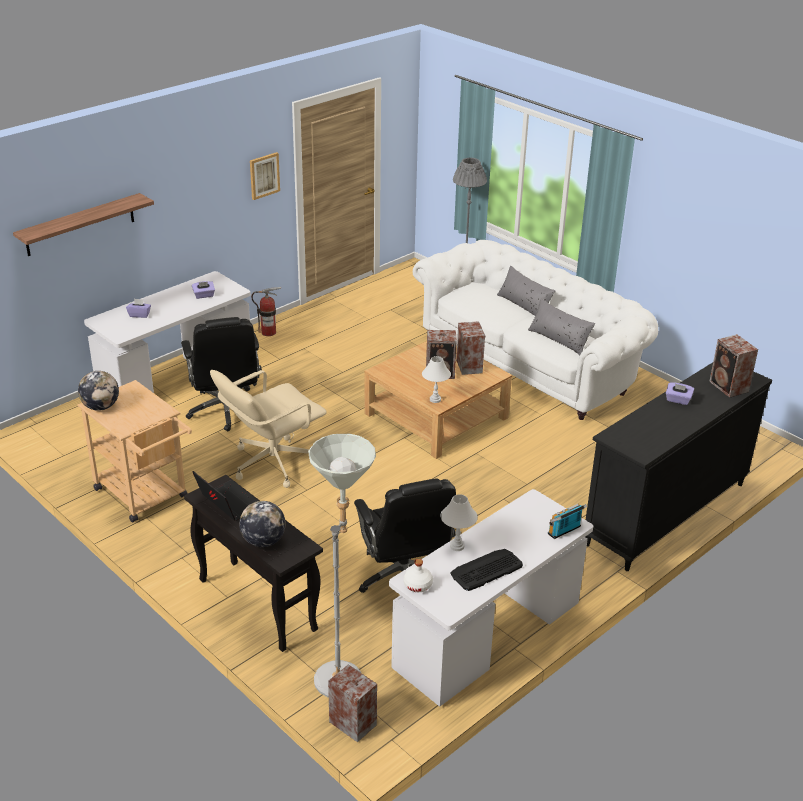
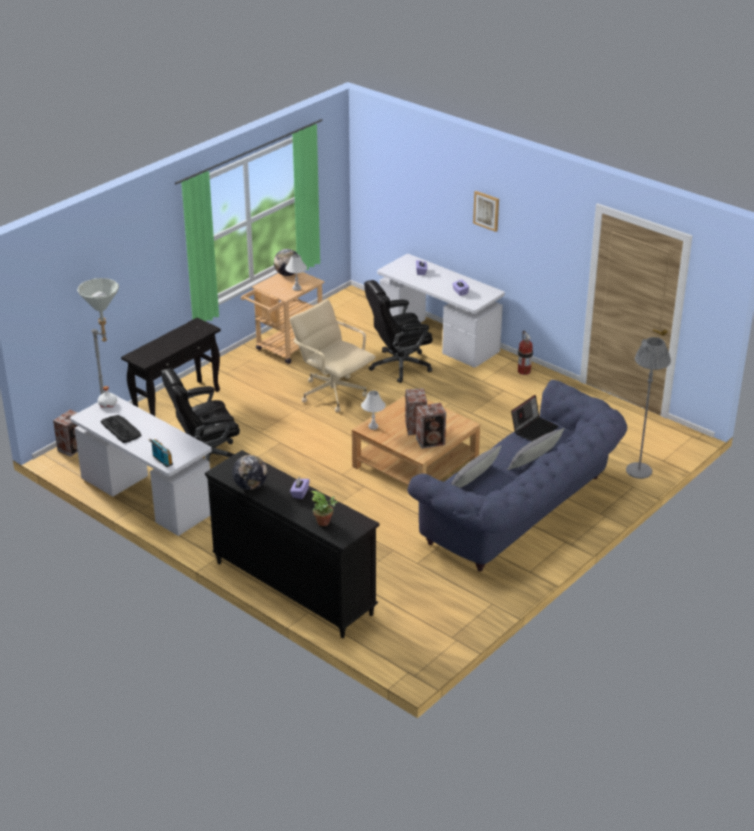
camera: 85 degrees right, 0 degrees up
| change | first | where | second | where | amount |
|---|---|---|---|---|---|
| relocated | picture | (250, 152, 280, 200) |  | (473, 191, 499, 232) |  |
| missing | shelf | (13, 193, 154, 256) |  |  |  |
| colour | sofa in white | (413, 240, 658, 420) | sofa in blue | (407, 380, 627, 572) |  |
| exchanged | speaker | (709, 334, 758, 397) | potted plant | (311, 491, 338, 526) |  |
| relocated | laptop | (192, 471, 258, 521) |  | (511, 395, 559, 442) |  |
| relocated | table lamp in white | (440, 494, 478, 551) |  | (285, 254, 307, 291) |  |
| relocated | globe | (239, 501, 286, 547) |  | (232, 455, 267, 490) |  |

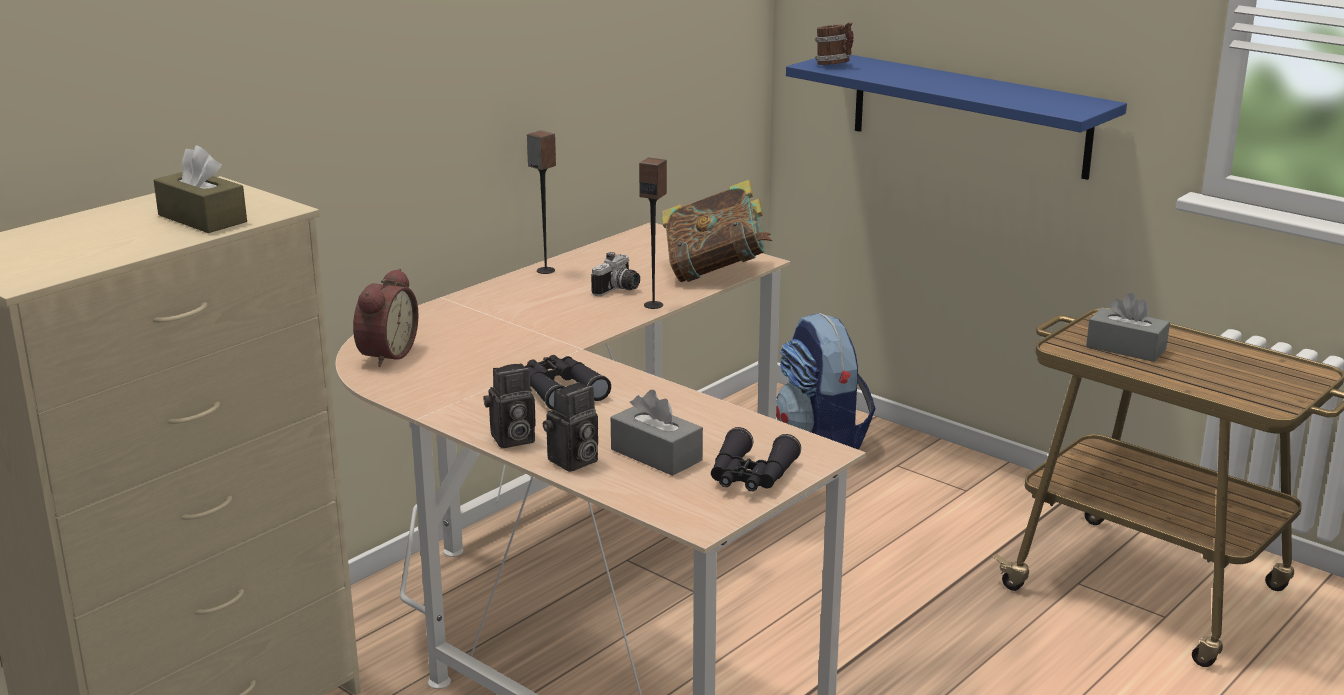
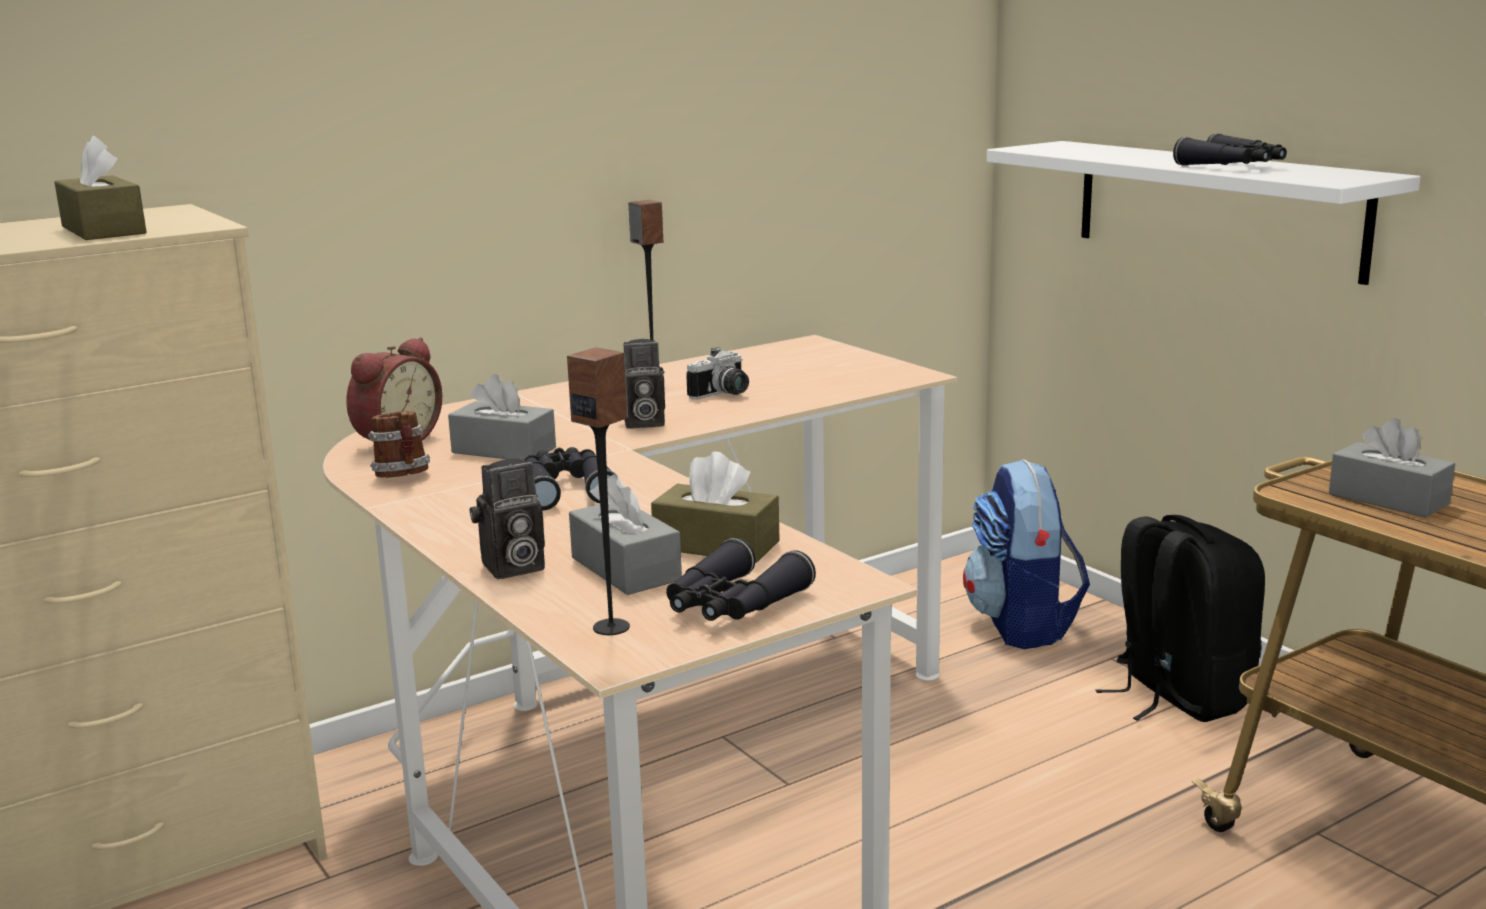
camera: 15 degrees right, 5 degrees down
| change | first | where | second | where | amount |
|---|---|---|---|---|---|
| relocated | mug | (815, 22, 854, 65) |  | (368, 411, 430, 478) |  |
| colour | shelf in blue | (786, 55, 1127, 180) | shelf in white | (987, 141, 1421, 285) |  |
| relocated | speaker | (639, 158, 667, 309) |  | (567, 347, 630, 635) |  |
| missing | book | (661, 179, 772, 282) |  |  |  |
| relocated | photo camera | (483, 363, 536, 448) |  | (623, 339, 665, 429) |  |
| appeared |  |  | binoculars in black | (1173, 133, 1287, 166) |  |
| appeared |  |  | tissue box in grey | (448, 374, 556, 460) |  |
| appeared |  |  | tissue box in brown | (651, 451, 780, 563) |  |
| appeared |  |  | backpack in black | (1096, 515, 1265, 722) |  |

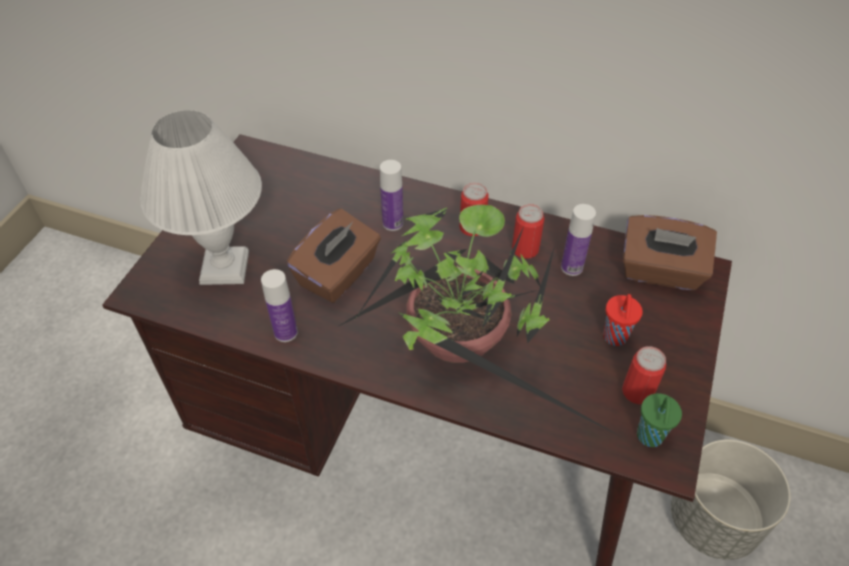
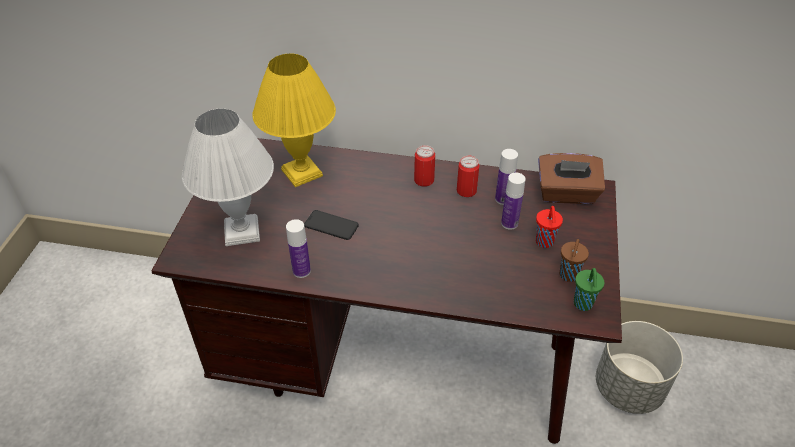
camera: 10 degrees left, 5 degrees down
| change | first | where | second | where | amount |
|---|---|---|---|---|---|
| relocated | bottle | (380, 160, 403, 231) |  | (501, 173, 526, 230) |  |
| missing | potted plant | (337, 205, 625, 439) |  |  |  |
| exchanged | tissue box in brown | (286, 208, 381, 303) | phone | (304, 210, 359, 240) |  |
| exchanged | can | (622, 346, 666, 404) | cup in brown | (560, 239, 589, 282) |  |
| appeared |  |  | table lamp in yellow | (252, 54, 336, 187) |  |

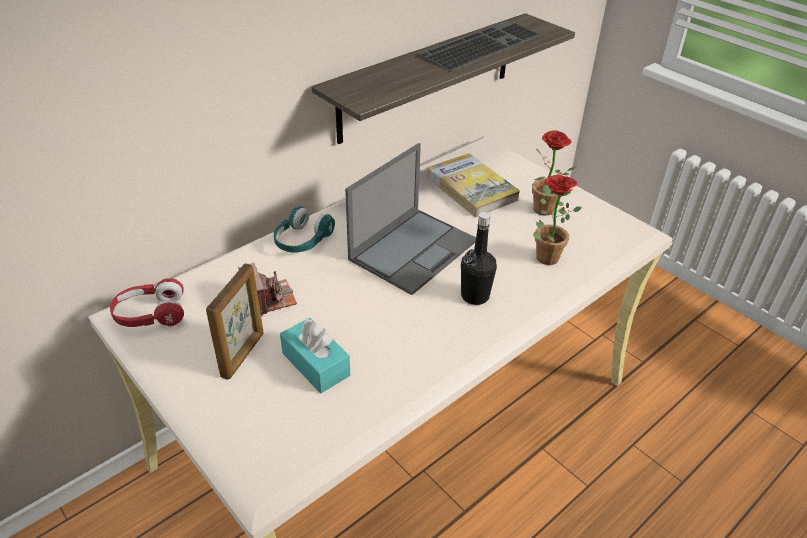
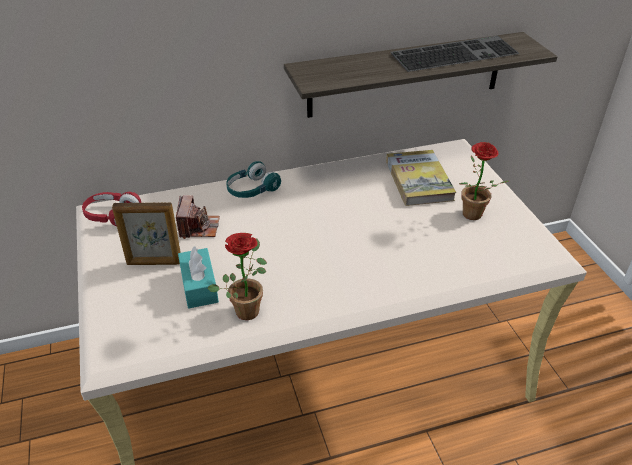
camera: 25 degrees right, 0 degrees up
| change | first | where | second | where | amount |
|---|---|---|---|---|---|
| missing | laptop | (345, 143, 476, 295) |  |  |  |
| relocated | potted plant | (533, 175, 581, 265) |  | (207, 233, 267, 320) |  |
| missing | bottle in black | (461, 212, 497, 305) |  |  |  |
| spun | picture frame | (206, 263, 264, 380) |  | (112, 202, 181, 265) | 45 degrees clockwise |

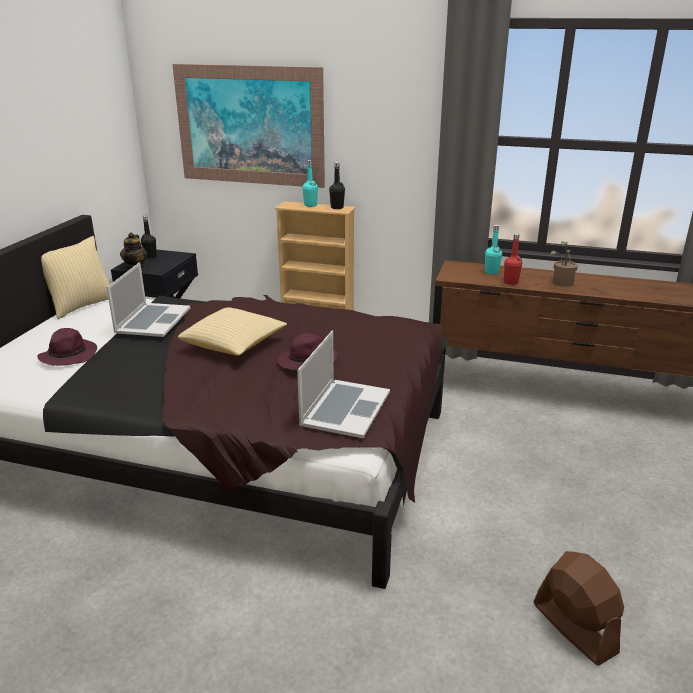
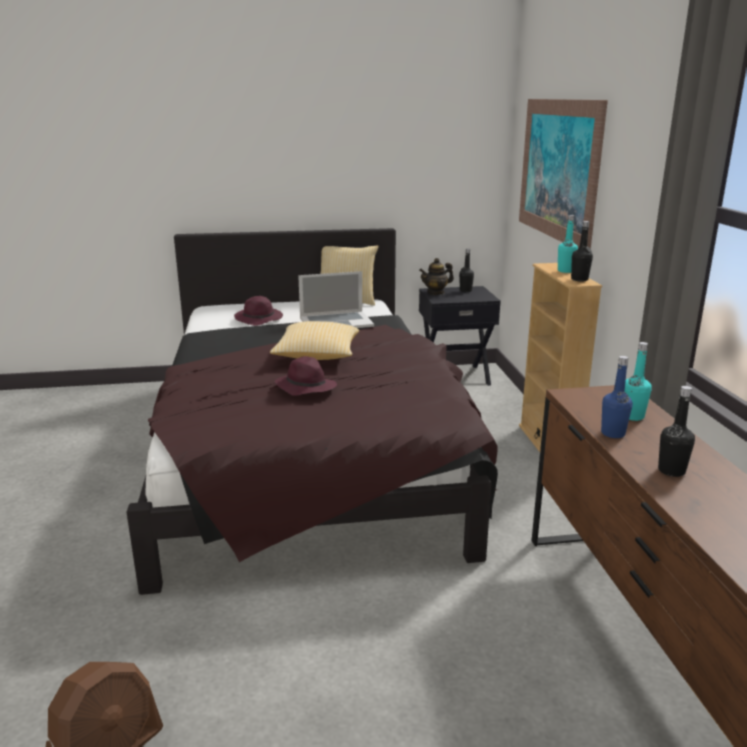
camera: 65 degrees right, 5 degrees down
| change | first | where | second | where | amount |
|---|---|---|---|---|---|
| colour | bottle in red | (503, 233, 522, 285) | bottle in blue | (601, 356, 633, 438) |  |
| exchanged | potted plant | (550, 241, 578, 287) | bottle in black | (658, 386, 695, 477) |  |
| missing | laptop | (297, 330, 390, 438) |  |  |  |

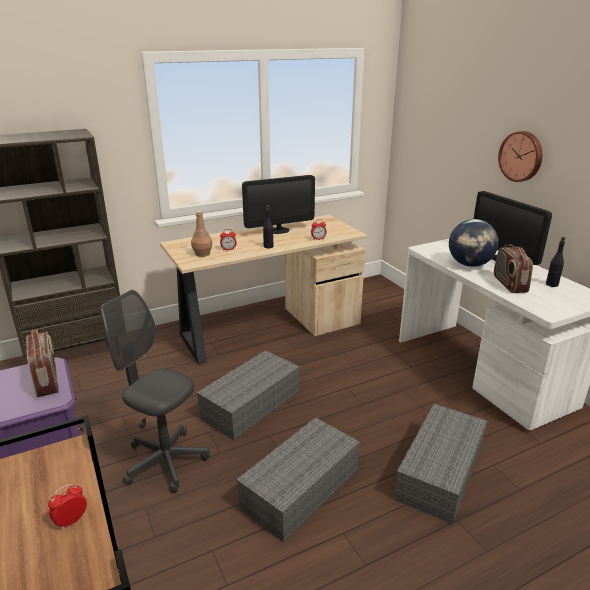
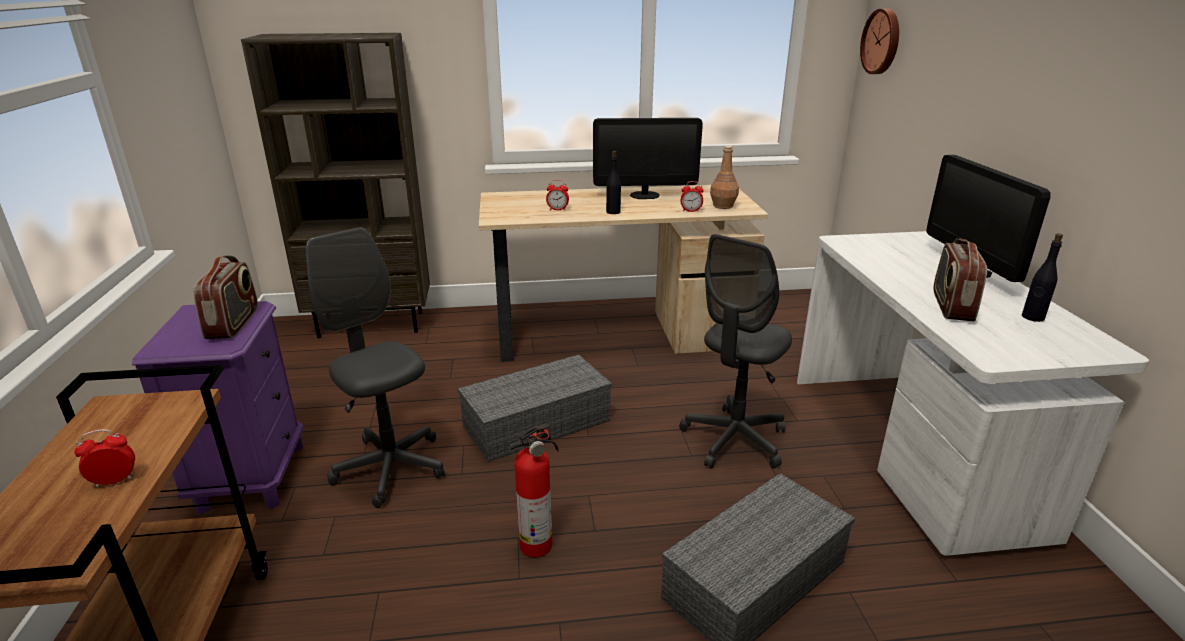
camera: 20 degrees right, 0 degrees up
| change | first | where | second | where | amount |
|---|---|---|---|---|---|
| relocated | wall clock | (498, 131, 542, 182) |  | (860, 9, 899, 74) |  |
| relocated | bottle in brown | (191, 210, 213, 257) |  | (710, 145, 739, 209) |  |
| missing | globe | (449, 219, 499, 267) |  |  |  |
| exchanged | storage box in grey | (236, 417, 360, 543) | fire extinguisher | (509, 423, 558, 557) |  |
| appeared |  |  | office chair in grey | (679, 234, 792, 469) |  |

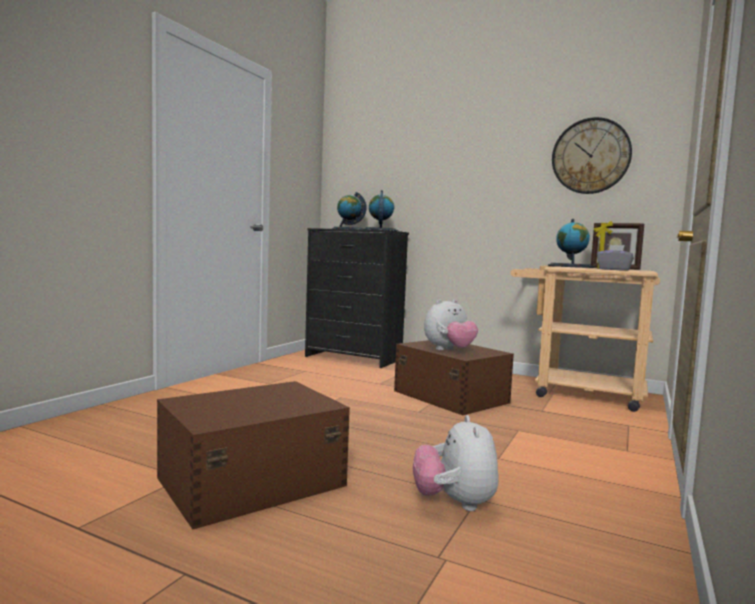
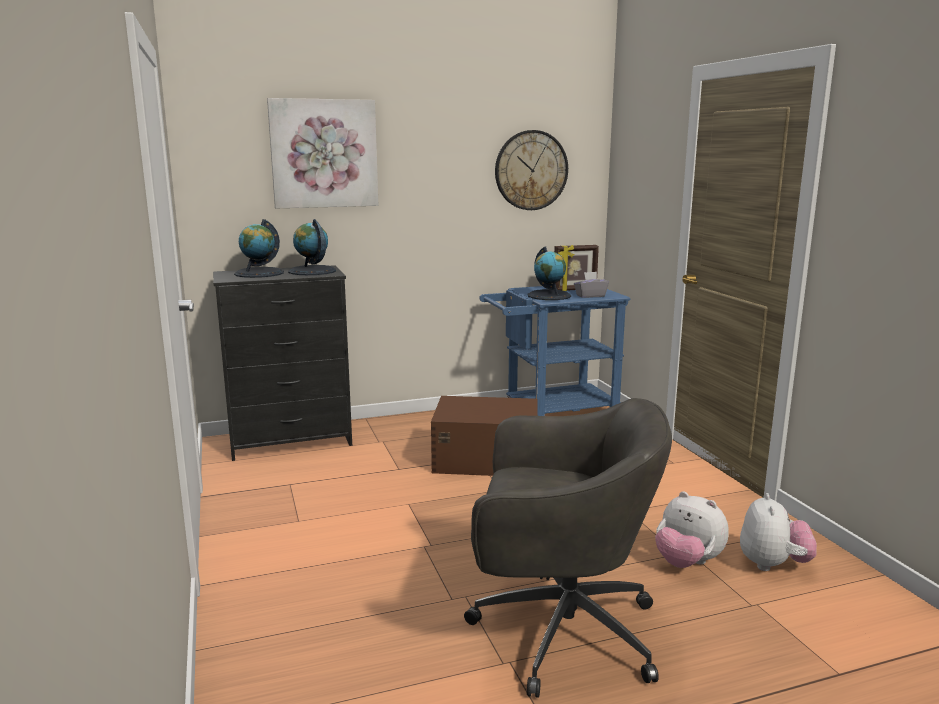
camera: 45 degrees left, 10 degrees up
| change | first | where | second | where | amount |
|---|---|---|---|---|---|
| colour | cart in beige | (510, 265, 660, 412) | cart in blue | (479, 286, 630, 416) |  |
| relocated | plush toy | (424, 299, 478, 350) |  | (740, 493, 817, 571) |  |
| exchanged | storage box in brown | (157, 381, 350, 530) | office chair in grey | (464, 398, 672, 698) |  |
| appeared |  |  | picture | (267, 98, 378, 208) |  |

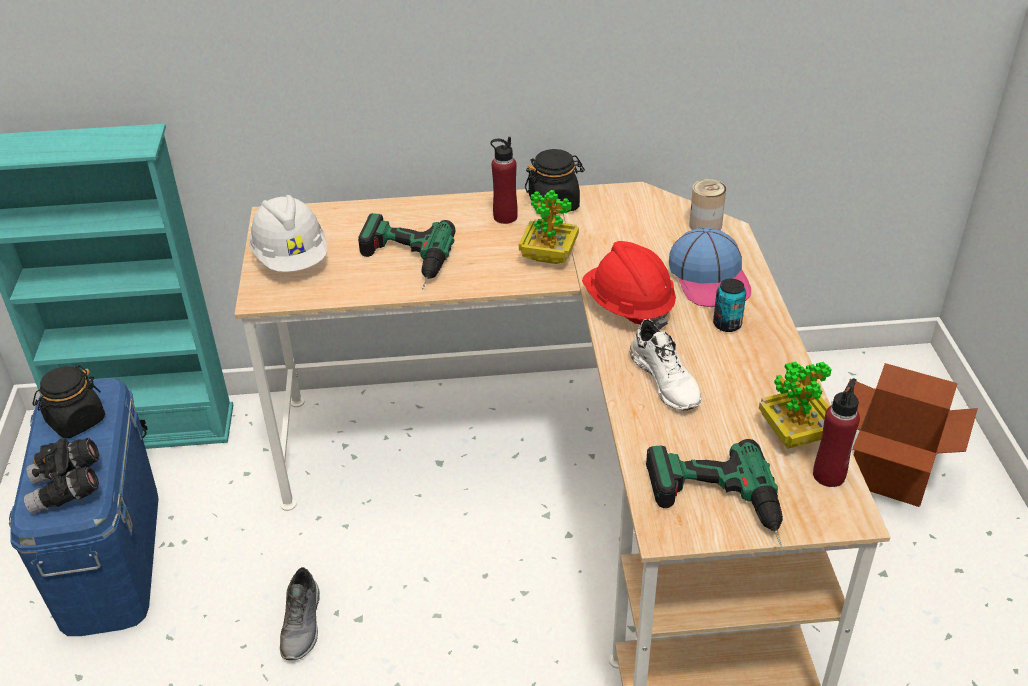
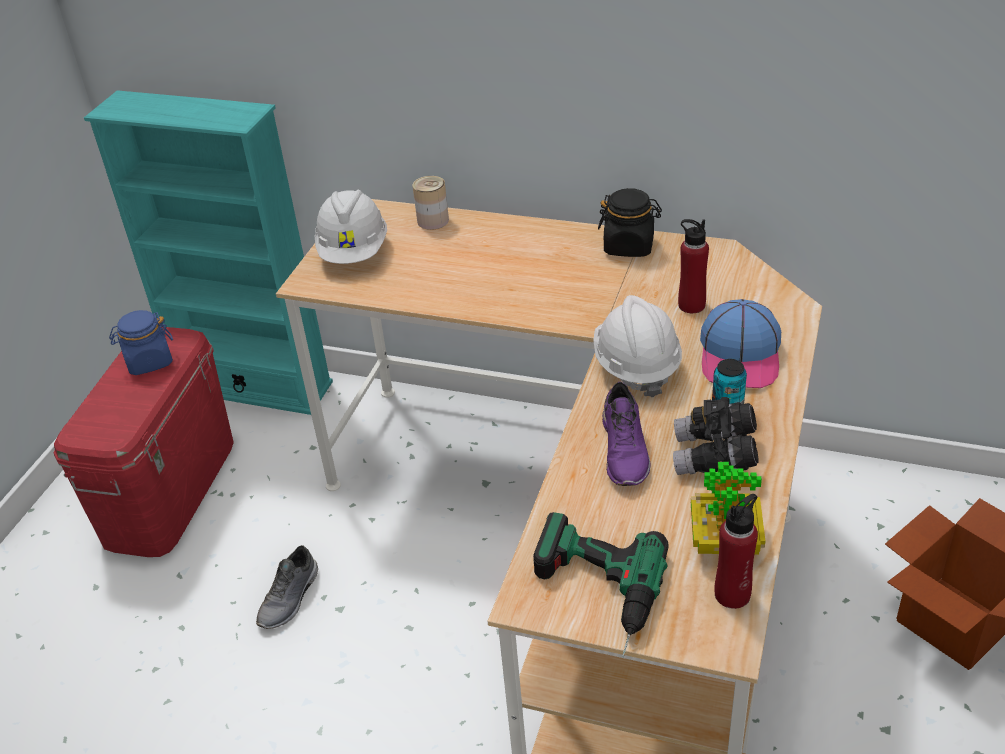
camera: 25 degrees right, 0 degrees up
| change | first | where | second | where | amount |
|---|---|---|---|---|---|
| relocated | bottle in red | (490, 137, 518, 224) |  | (678, 219, 709, 313) |  |
| relocated | can | (689, 179, 726, 230) |  | (412, 176, 449, 230) |  |
| missing | potted plant | (519, 190, 579, 264) |  |  |  |
| missing | power drill | (358, 213, 455, 290) |  |  |  |
| colour | hard hat in red | (582, 241, 676, 330) | hard hat in white | (593, 295, 682, 397) |  |
| colour | shoe in white | (630, 319, 701, 410) | shoe in purple | (602, 382, 650, 486) |  |
| colour | jar in black | (33, 365, 105, 438) | jar in blue | (109, 310, 173, 375) |  |
| colour | storage box in blue | (9, 378, 159, 636) | storage box in red | (54, 327, 234, 557) |  |
| relocated | binoculars in black | (24, 438, 99, 514) |  | (673, 397, 759, 475) |  |

